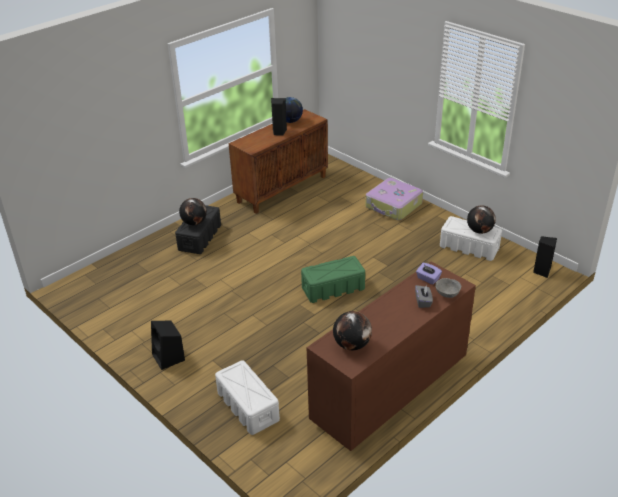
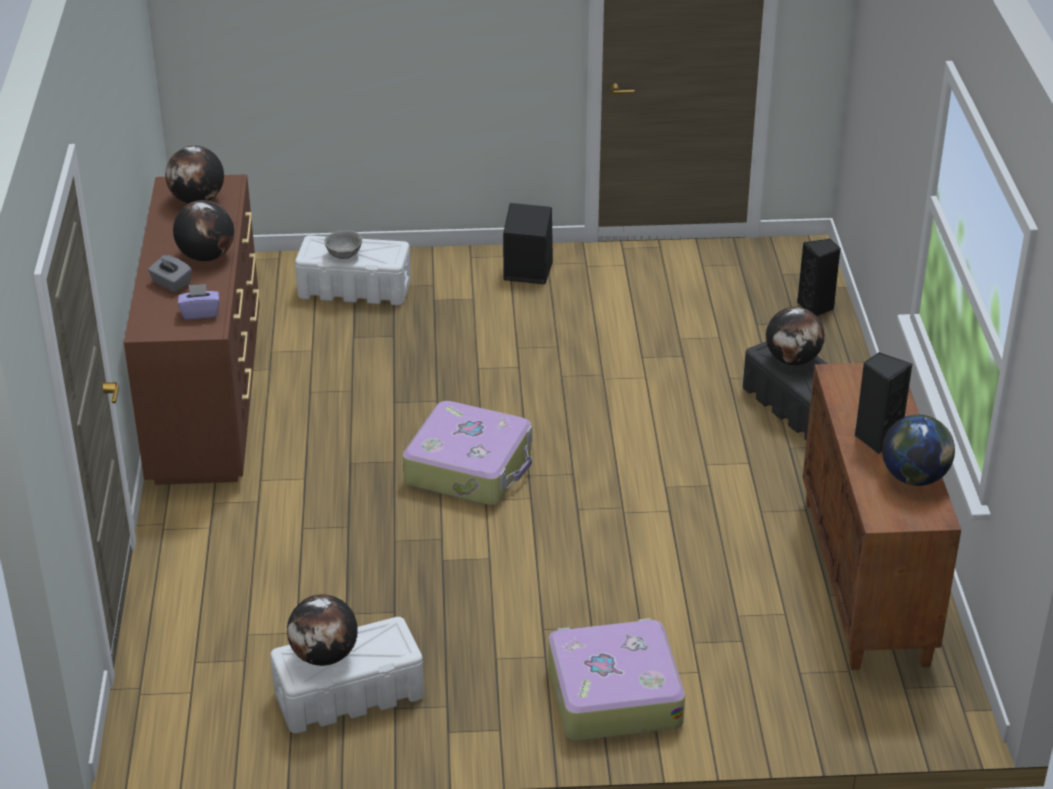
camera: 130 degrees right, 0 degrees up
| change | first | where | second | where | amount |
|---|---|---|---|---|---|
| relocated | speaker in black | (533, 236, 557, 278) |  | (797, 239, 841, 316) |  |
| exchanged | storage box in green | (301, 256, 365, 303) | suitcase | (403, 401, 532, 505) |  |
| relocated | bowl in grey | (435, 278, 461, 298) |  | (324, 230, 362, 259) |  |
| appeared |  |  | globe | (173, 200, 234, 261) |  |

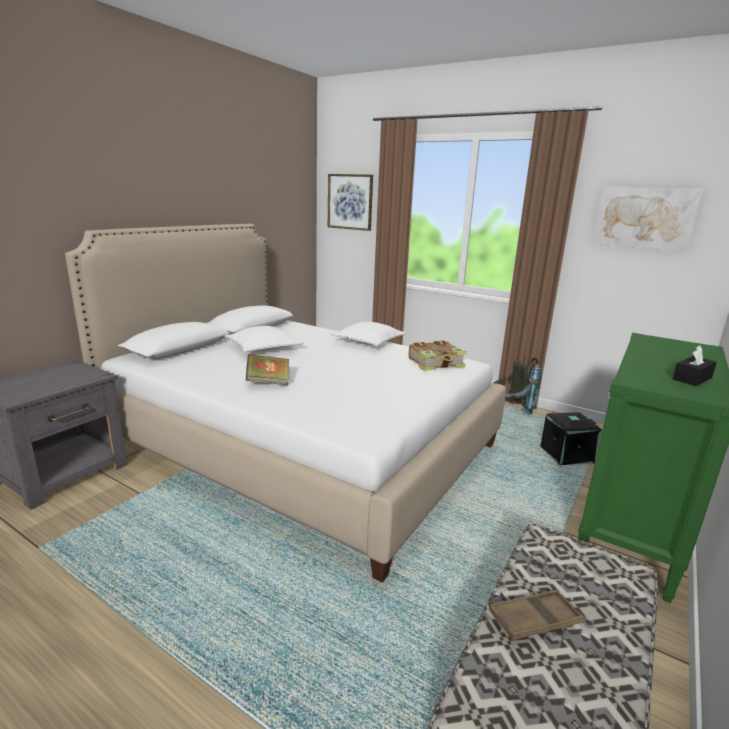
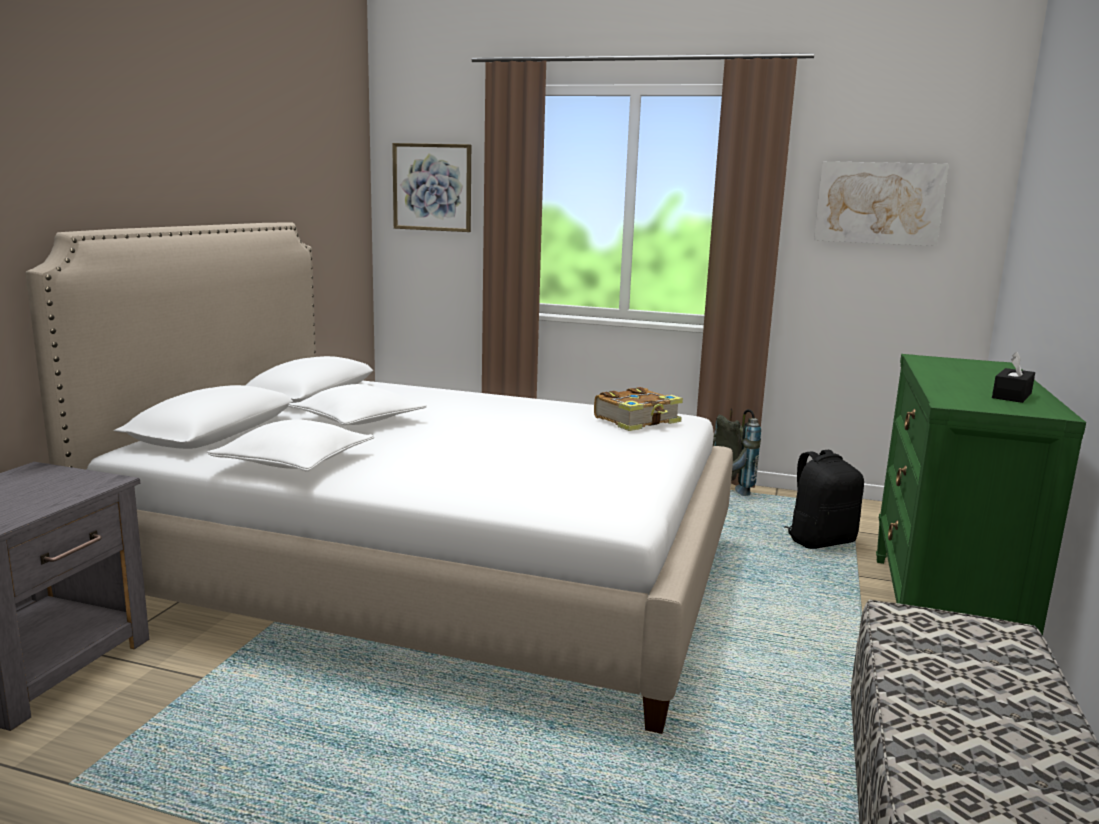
camera: 15 degrees left, 5 degrees down
| change | first | where | second | where | amount |
|---|---|---|---|---|---|
| relocated | pillow in white | (331, 322, 407, 346) |  | (207, 419, 374, 471) |  |
| missing | book | (246, 354, 289, 385) |  |  |  |
| exchanged | storage box in black | (540, 412, 602, 465) | backpack in black | (785, 450, 864, 549) |  |
| missing | tray in brown | (489, 590, 584, 640) |  |  |  |

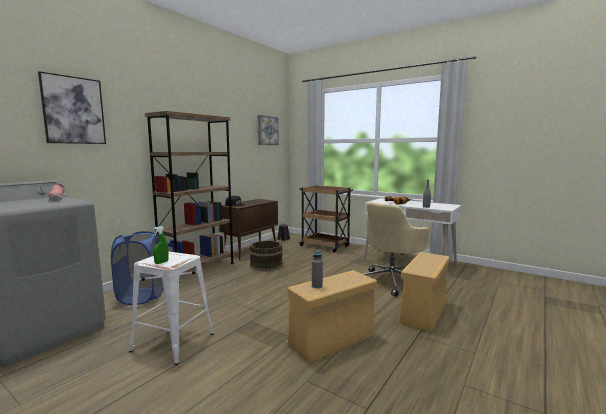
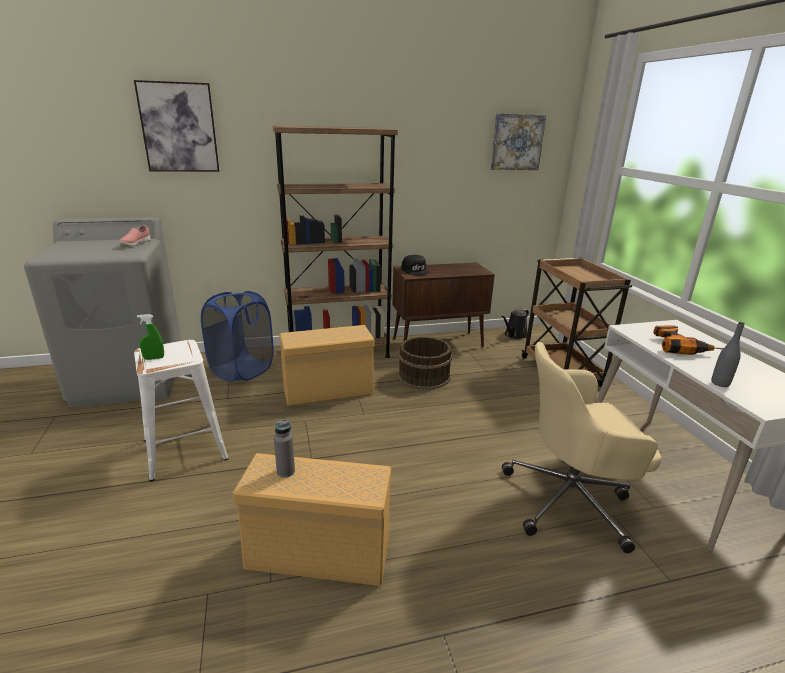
camera: 40 degrees right, 15 degrees up
| change | first | where | second | where | amount |
|---|---|---|---|---|---|
| relocated | storage box in beige | (399, 252, 450, 332) |  | (279, 325, 374, 406) |  |

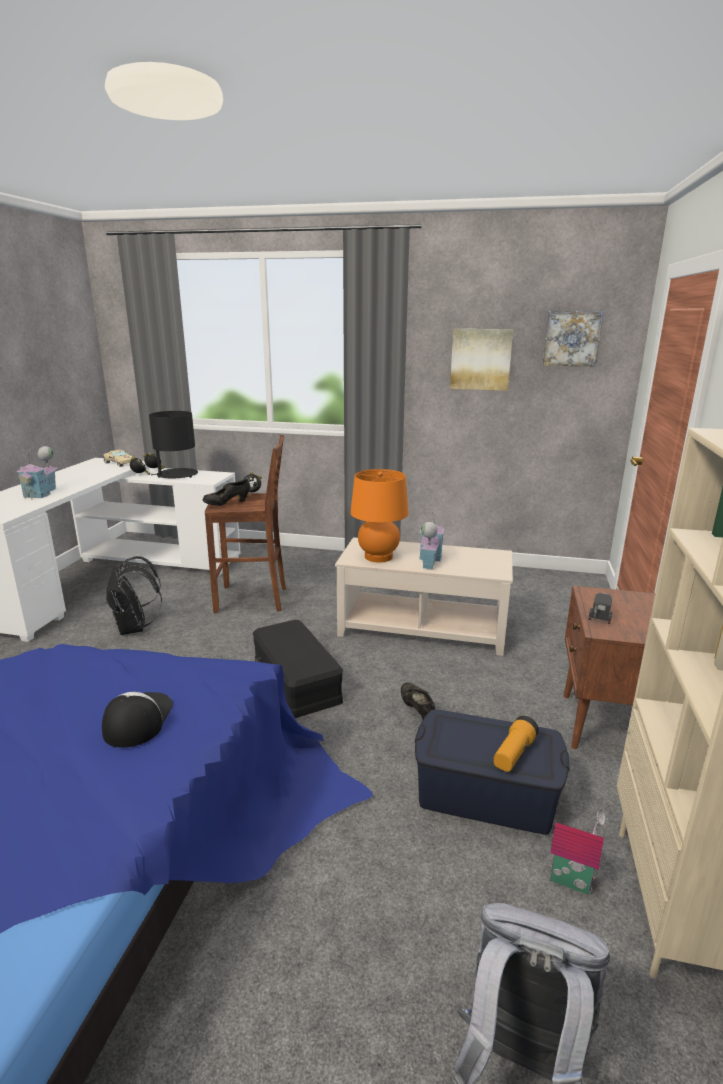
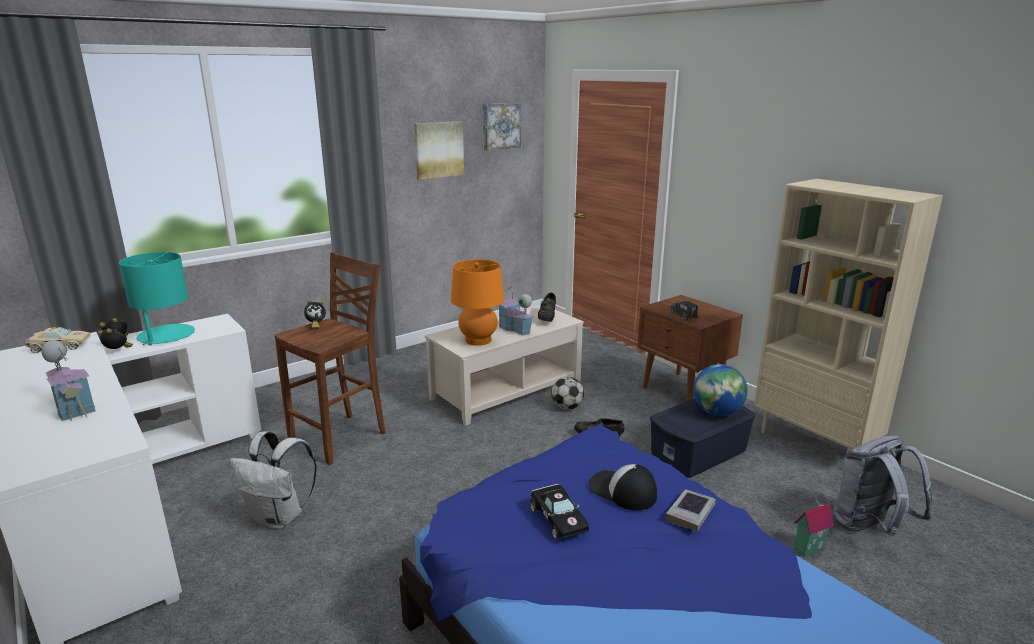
camera: 50 degrees left, 0 degrees up
| change | first | where | second | where | amount |
|---|---|---|---|---|---|
| colour | table lamp in black | (149, 411, 198, 478) | table lamp in turquoise | (119, 252, 195, 345) |  |
| relocated | shoe in black | (203, 479, 250, 506) |  | (538, 293, 556, 322) |  |
| colour | backpack in black | (106, 556, 162, 635) | backpack in white | (230, 431, 317, 529) |  |
| missing | storage box in black | (253, 620, 343, 718) |  |  |  |
| exchanged | flashlight | (493, 716, 539, 772) | globe | (694, 364, 748, 416) |  |
| relocated | toy house | (550, 810, 608, 895) |  | (794, 487, 834, 557) |  |
| appeared |  |  | football | (551, 377, 584, 410) |  |
| appeared |  |  | toy car in black | (530, 484, 589, 539) |  |
| appeared |  |  | book | (666, 489, 716, 531) |  |

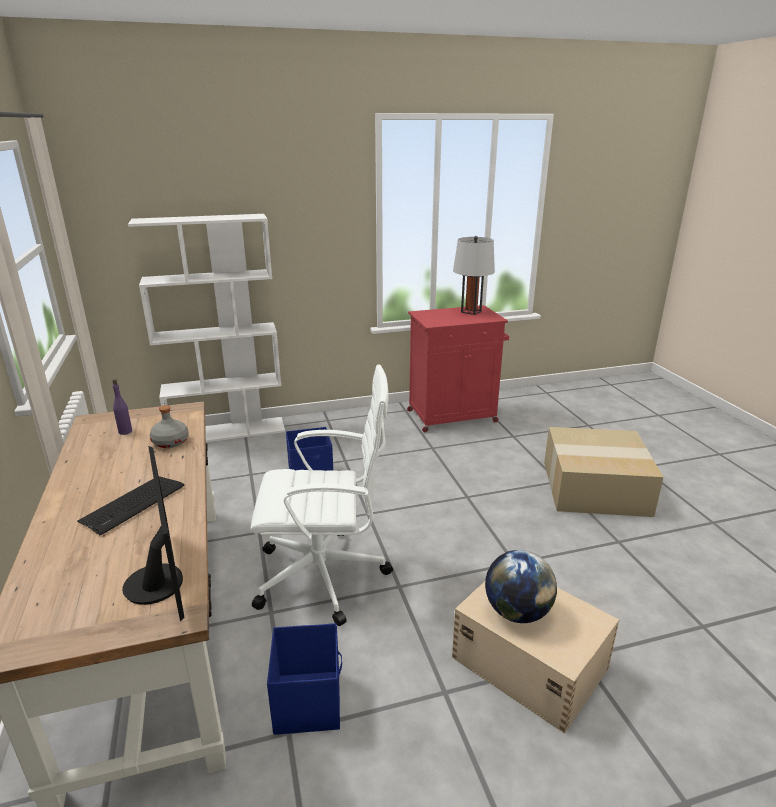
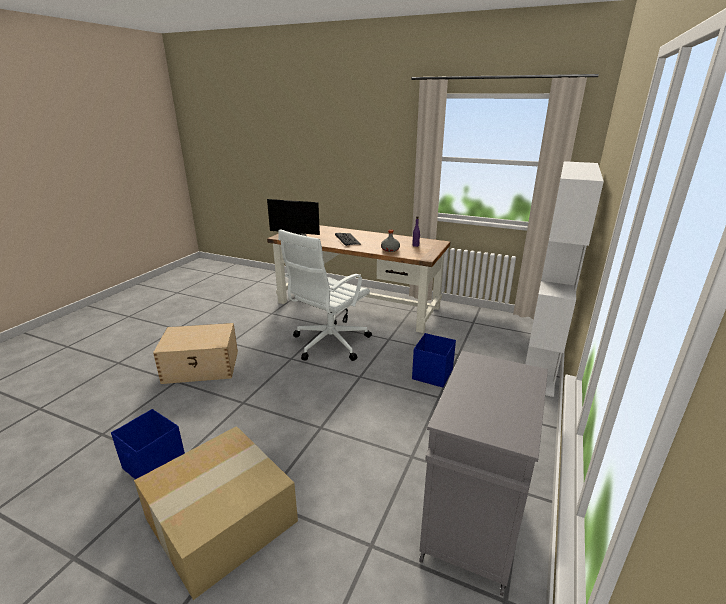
camera: 130 degrees right, 0 degrees up
| change | first | where | second | where | amount |
|---|---|---|---|---|---|
| missing | table lamp in grey | (453, 236, 495, 315) |  |  |  |
| colour | cabinet in red | (407, 305, 509, 432) | cabinet in grey | (419, 351, 548, 596) |  |
| missing | globe | (485, 550, 557, 623) |  |  |  |
| relocated | storage box in blue | (267, 623, 342, 735) |  | (111, 409, 185, 479) |  |

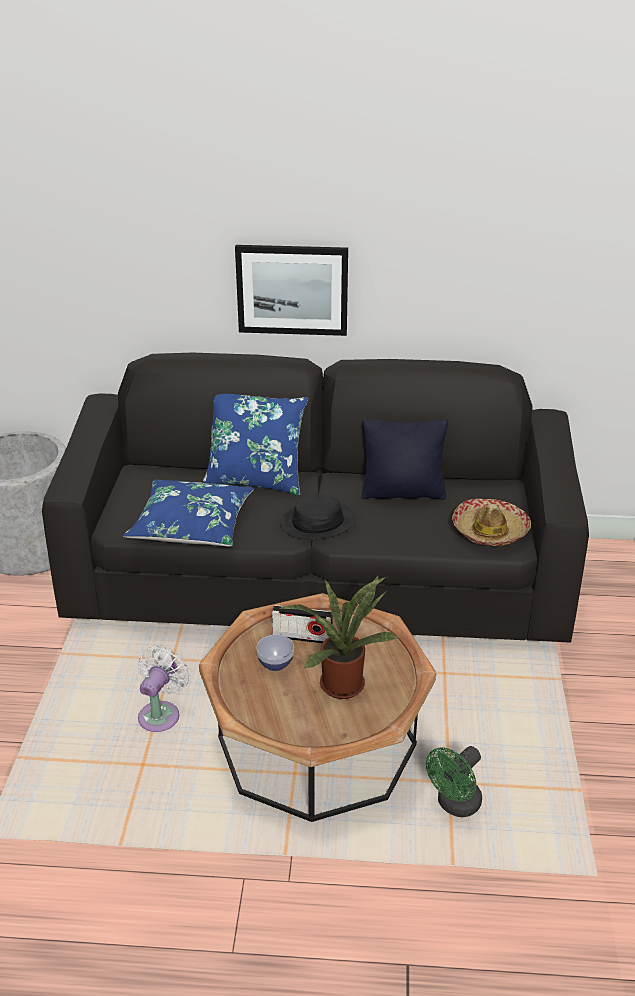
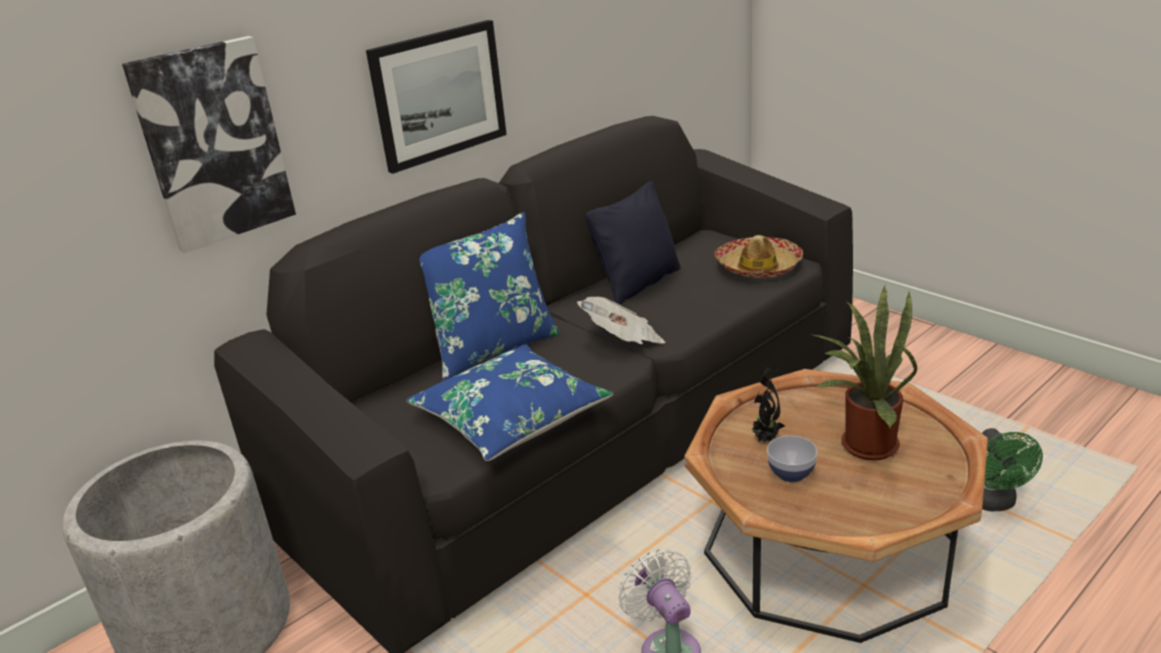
camera: 45 degrees left, 5 degrees down
| change | first | where | second | where | amount |
|---|---|---|---|---|---|
| exchanged | hat in black | (280, 495, 356, 540) | newspaper | (577, 297, 665, 344) |  |
| exchanged | radio | (272, 605, 333, 644) | potted plant | (752, 366, 785, 443) |  |
| appeared |  |  | picture | (122, 36, 296, 253) |  |

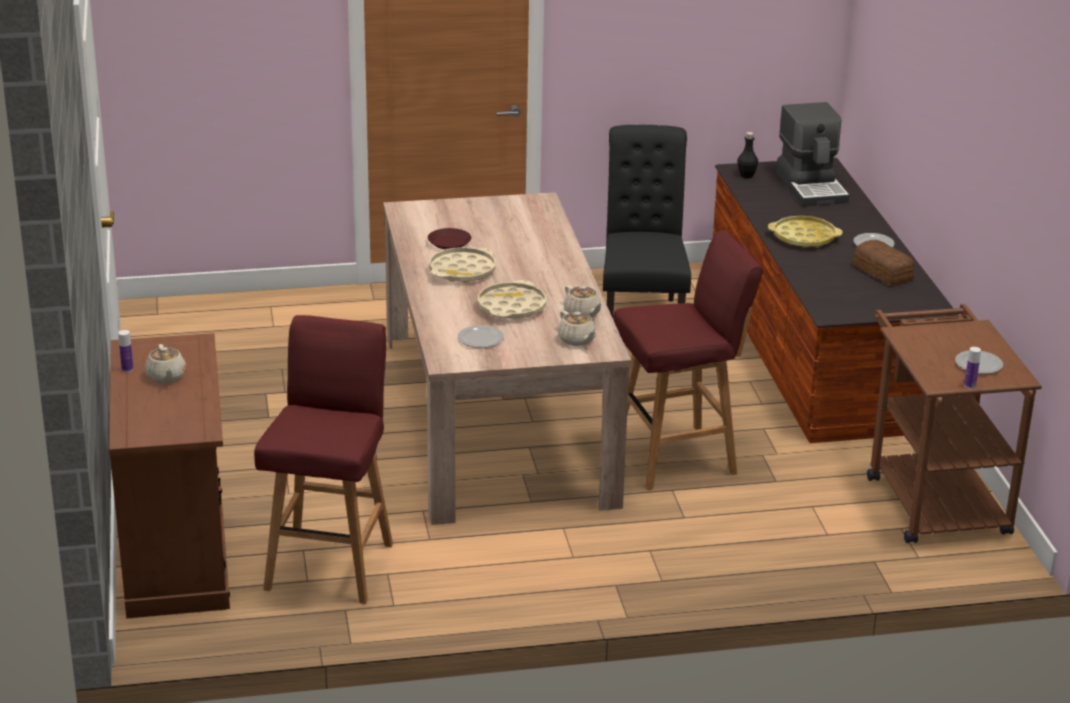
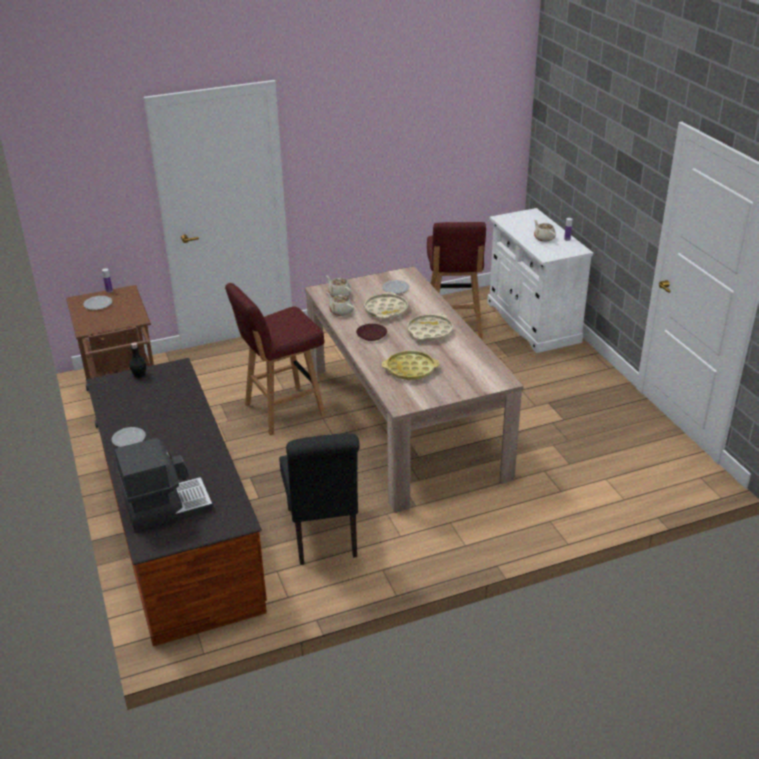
camera: 170 degrees right, 5 degrees up
| change | first | where | second | where | amount |
|---|---|---|---|---|---|
| spun | coffee machine | (776, 102, 849, 207) |  | (114, 438, 214, 532) | 90 degrees clockwise |
| relocated | bottle in black | (737, 132, 758, 178) |  | (129, 342, 146, 378) |  |
| relocated | tray in yellow | (768, 216, 842, 248) |  | (382, 351, 439, 380) |  |
| relocated | plate in brown | (428, 228, 471, 249) |  | (356, 324, 387, 341) |  |
| missing | bread | (853, 240, 915, 286) |  |  |  |
| colour | cabinet in brown | (109, 333, 230, 618) | cabinet in white | (487, 208, 593, 353) |  |

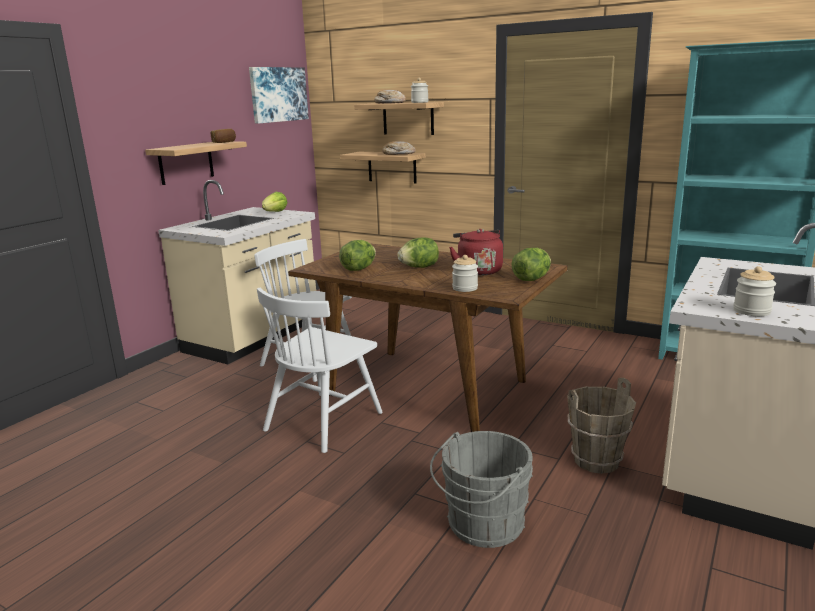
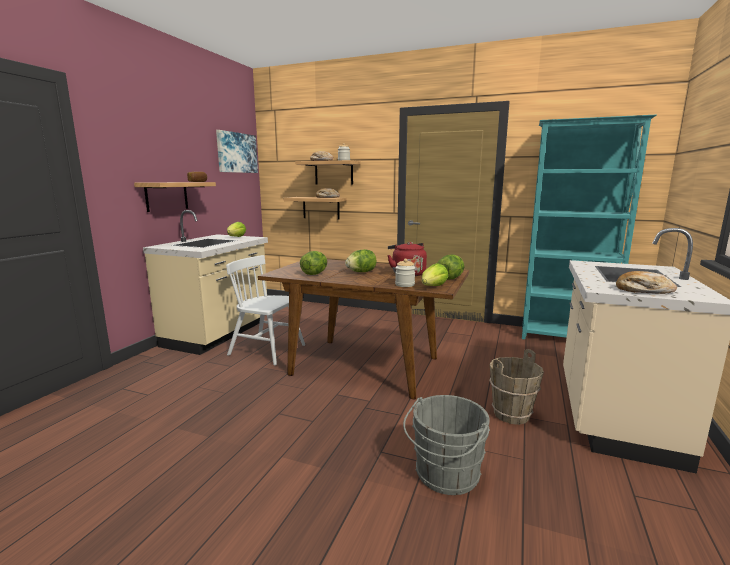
camera: 10 degrees left, 5 degrees down
| change | first | where | second | where | amount |
|---|---|---|---|---|---|
| exchanged | jar | (733, 266, 776, 316) | bread | (616, 271, 677, 294) |  |
| missing | chair in white | (257, 288, 383, 453) |  |  |  |
| appeared |  |  | lettuce | (422, 263, 448, 286) |  |

